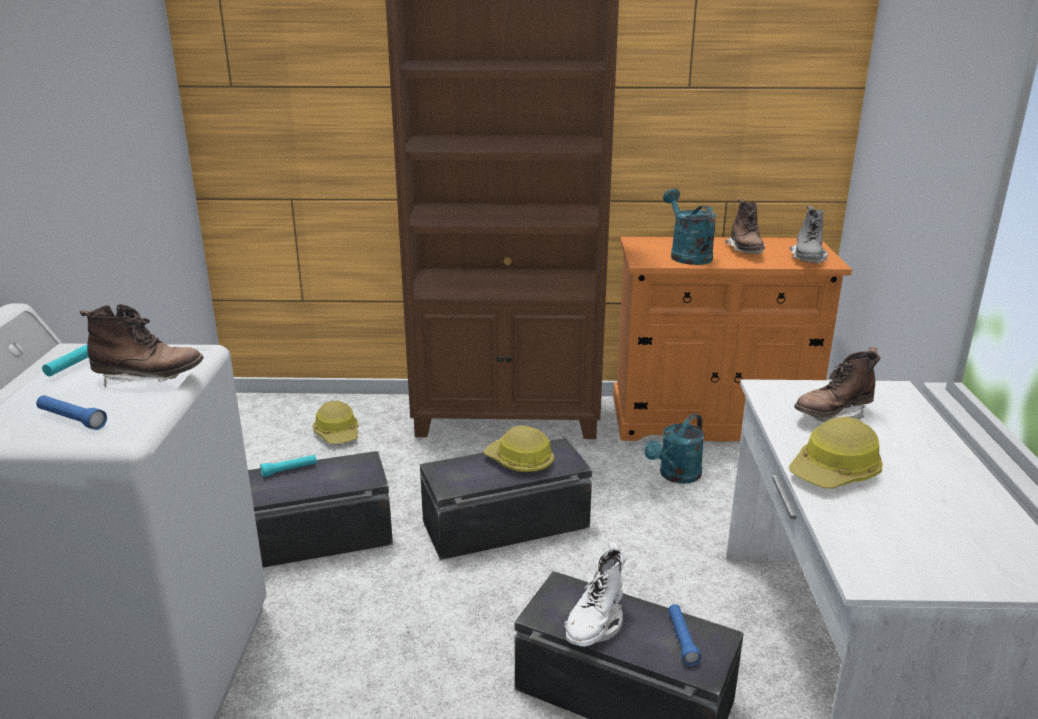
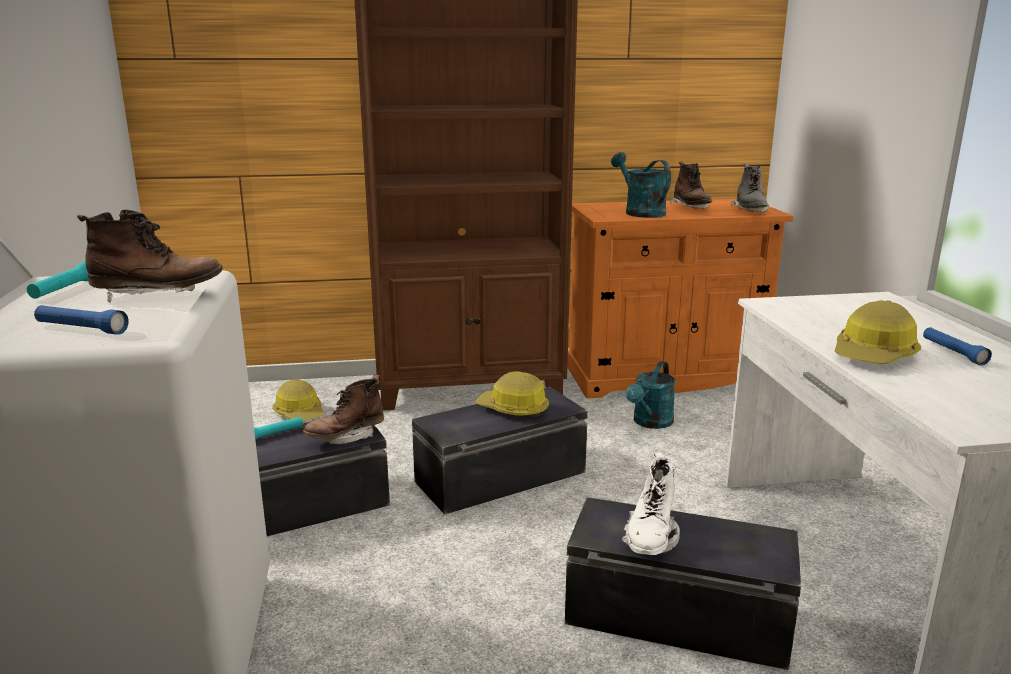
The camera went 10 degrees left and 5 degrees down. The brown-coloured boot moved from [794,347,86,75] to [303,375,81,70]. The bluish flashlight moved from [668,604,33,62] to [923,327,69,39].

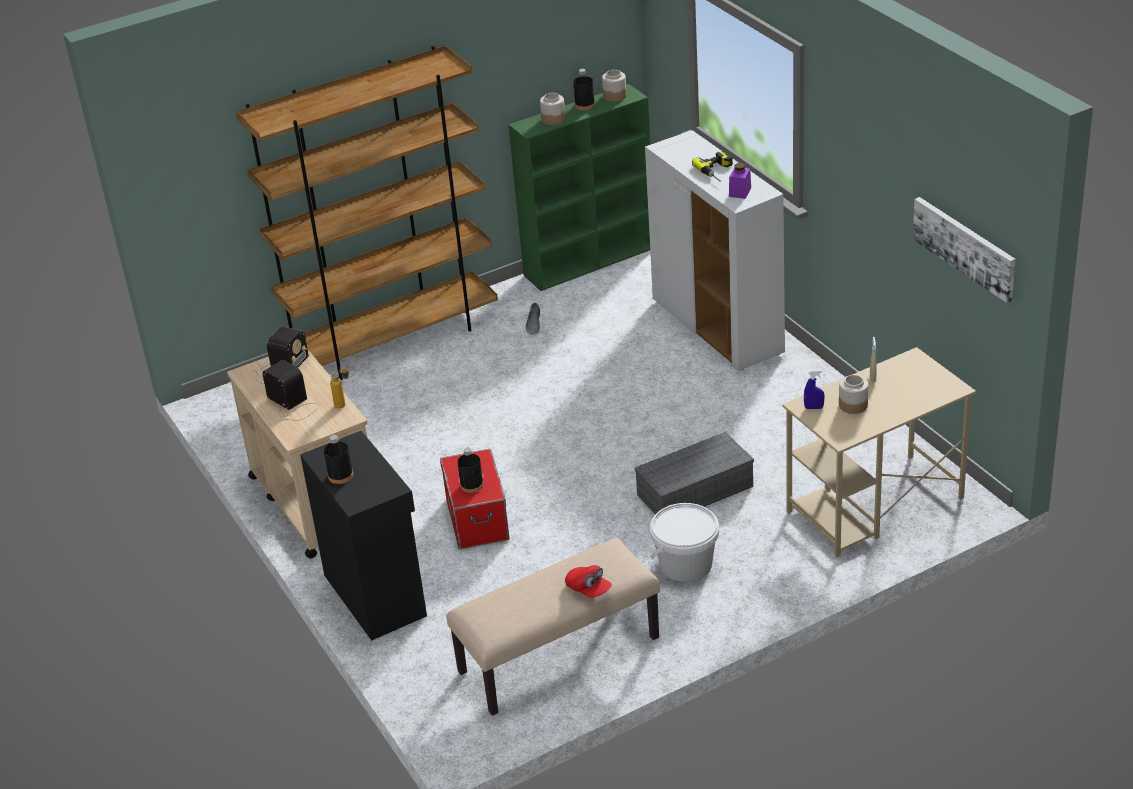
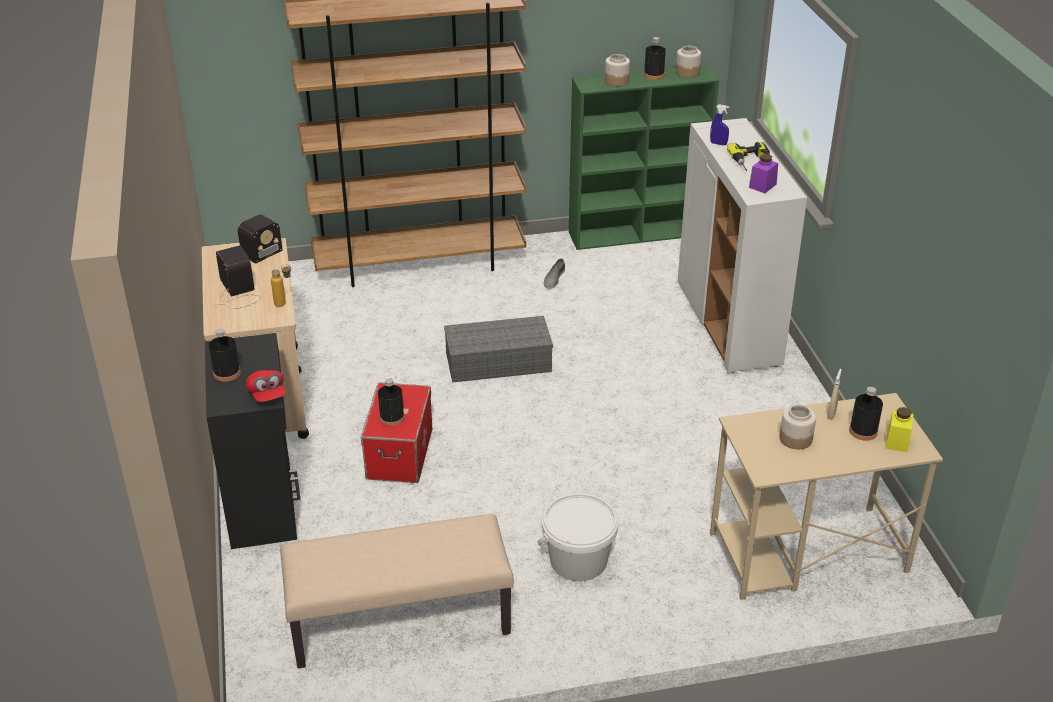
The camera went 15 degrees right and 0 degrees up. The red cap moved from [565,565,47,33] to [246,370,40,32]. The grey storage box moved from [635,432,119,83] to [444,316,109,67]. The bluish hand sprayer moved from [804,370,21,39] to [710,104,19,41]. The black-coloured beverage bottle at [849,387,34,54] appeared. The yellow storage jar at [885,407,29,46] appeared. The wall art at [913,197,103,106] disappeared.

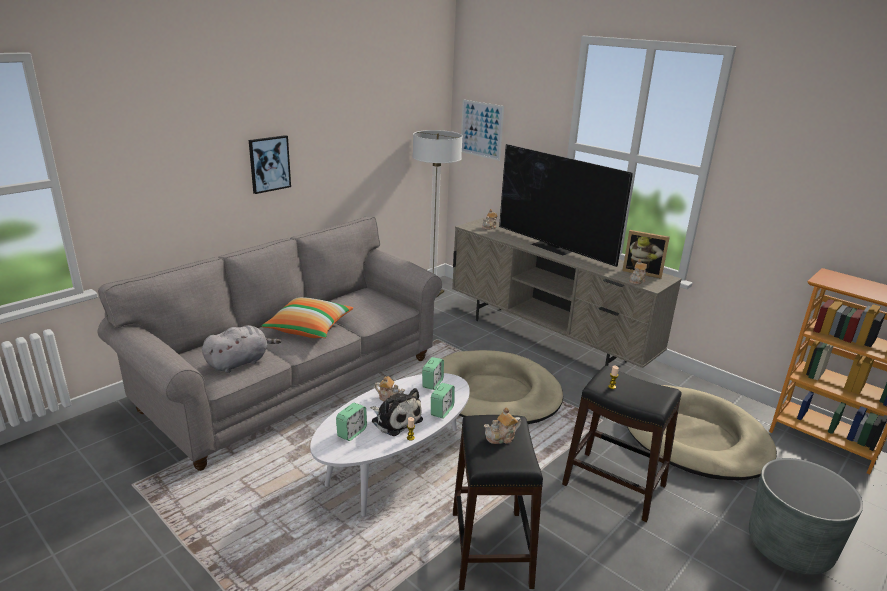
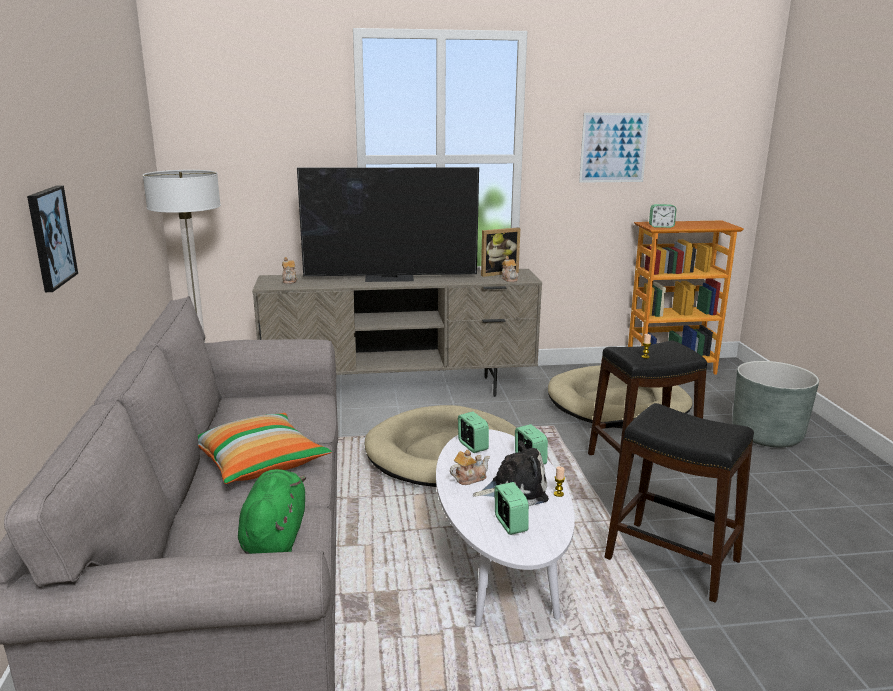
The camera went 50 degrees left and 5 degrees down. The grey cuddly toy at [202,325,79,48] became the green-coloured cuddly toy at [238,469,68,85]. The wall art moved from [461,99,43,62] to [579,113,71,70]. The alarm clock at [649,204,28,24] appeared. The teapot at [484,407,37,37] disappeared.

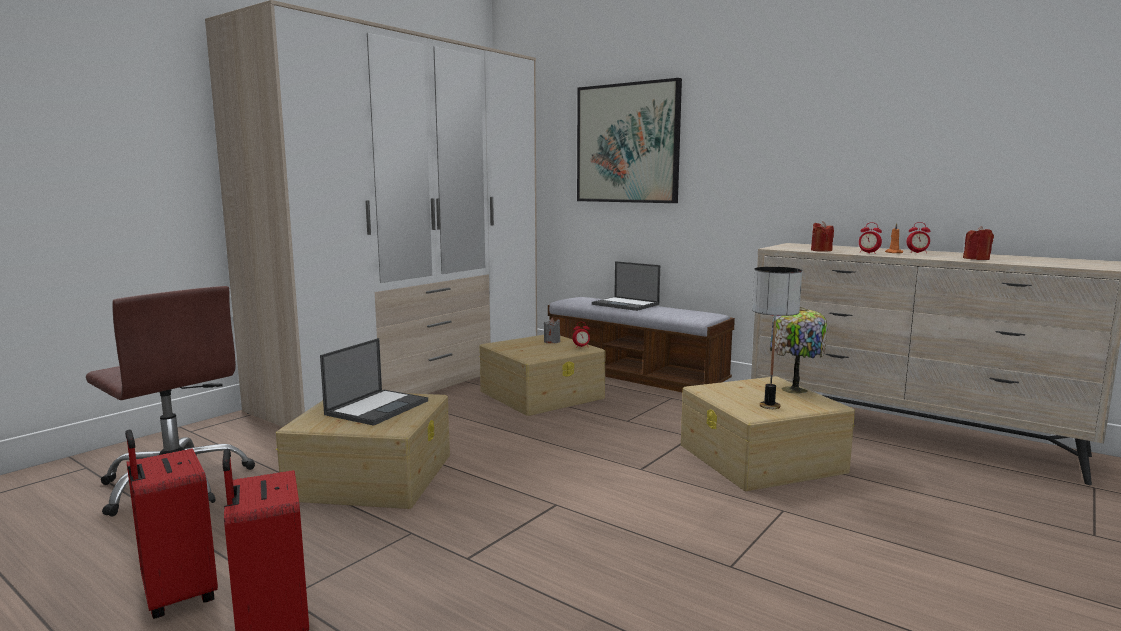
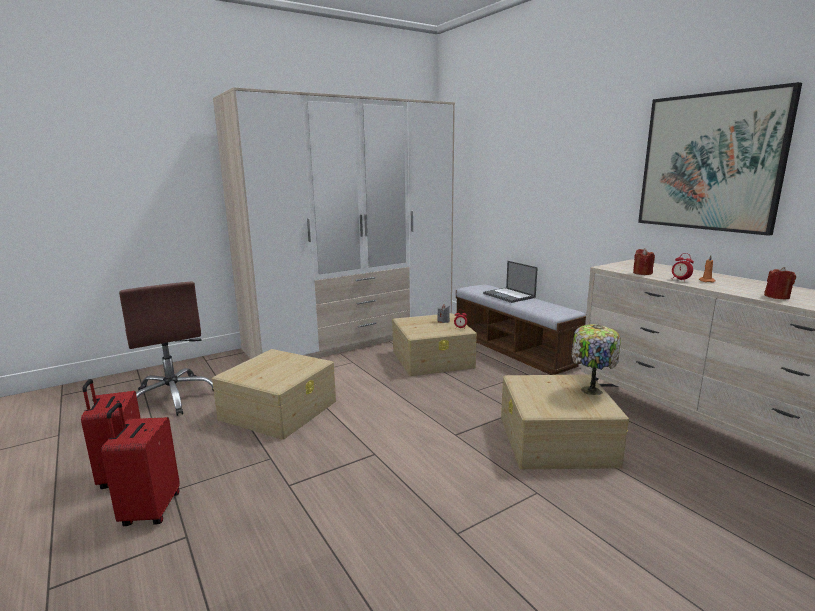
The camera went 20 degrees right and 5 degrees up. The wall art moved from [577,78,105,125] to [638,82,164,154]. The portable computer at [320,338,108,88] disappeared. The tabletop lamp at [752,267,50,142] disappeared. The alarm clock at [907,222,23,31] disappeared.

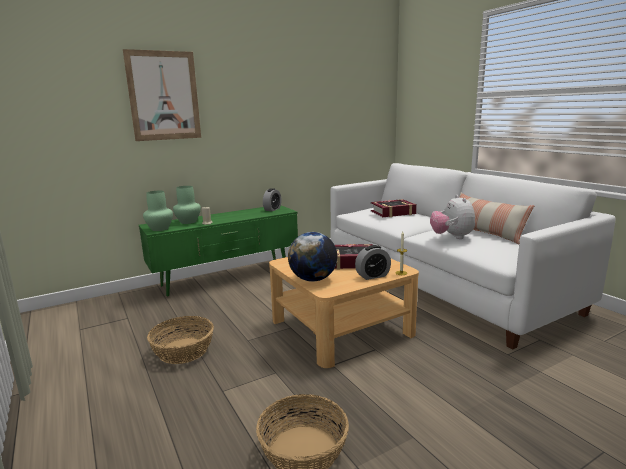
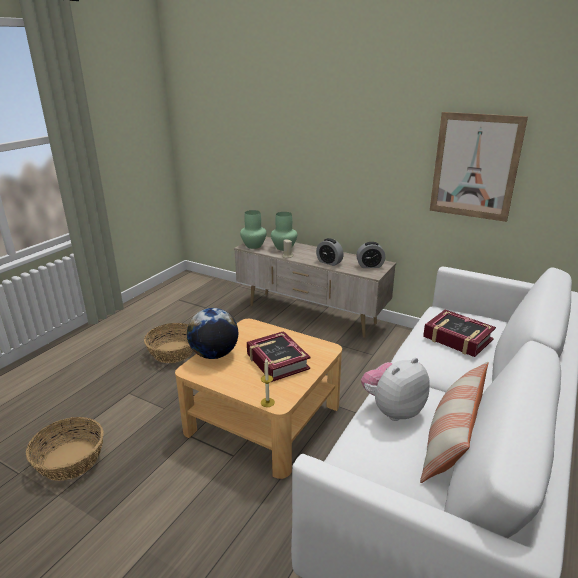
The camera went 60 degrees right and 10 degrees up. The green-coloured media console at [139,205,159,92] became the sand-coloured media console at [234,237,162,101]. The alarm clock moved from [355,245,36,35] to [316,238,28,28]. The wall art moved from [123,49,78,92] to [430,112,98,110].

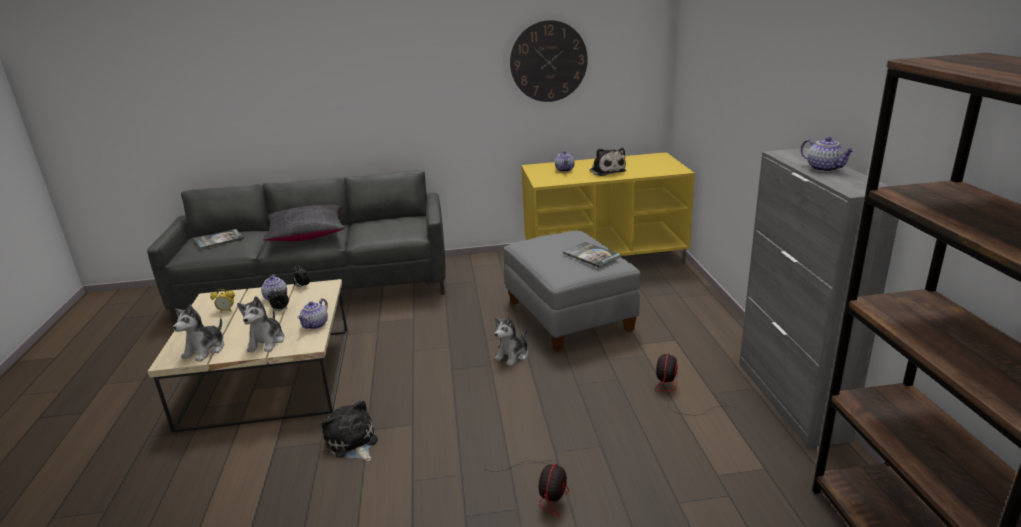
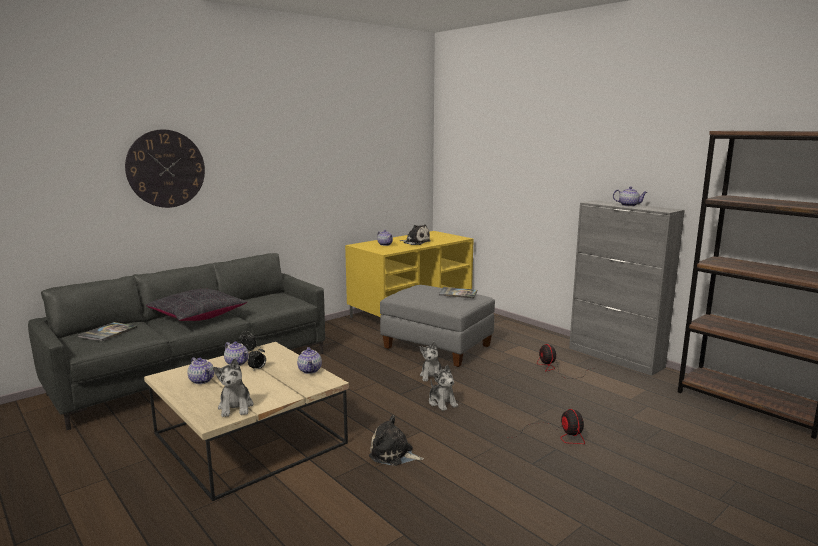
The camera went 35 degrees left and 10 degrees down. The hanging clock moved from [510,20,78,82] to [125,130,80,78]. The alarm clock at [210,289,25,23] was replaced by the teapot at [187,357,27,27]. The cuddly toy moved from [237,296,48,56] to [429,365,29,46].

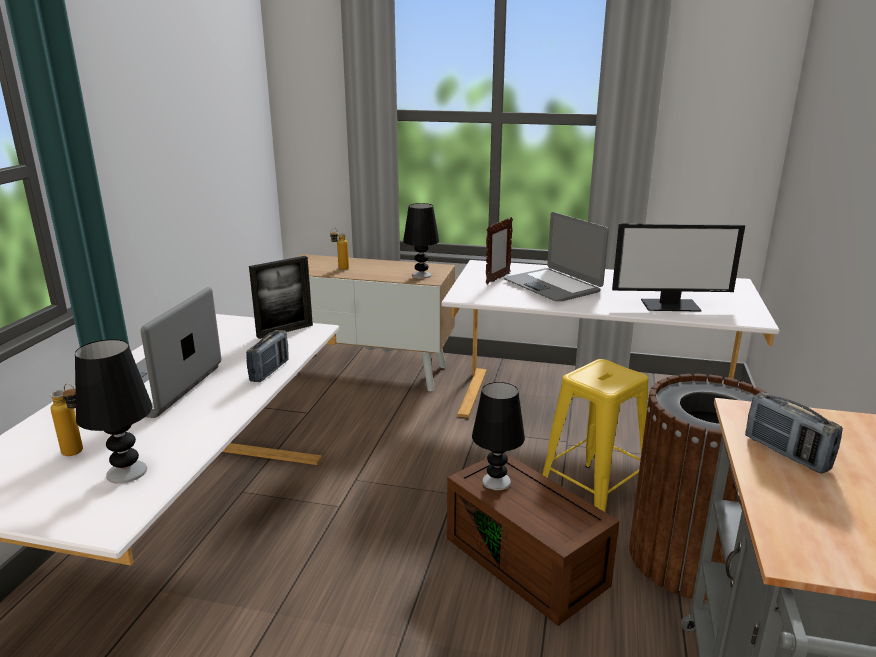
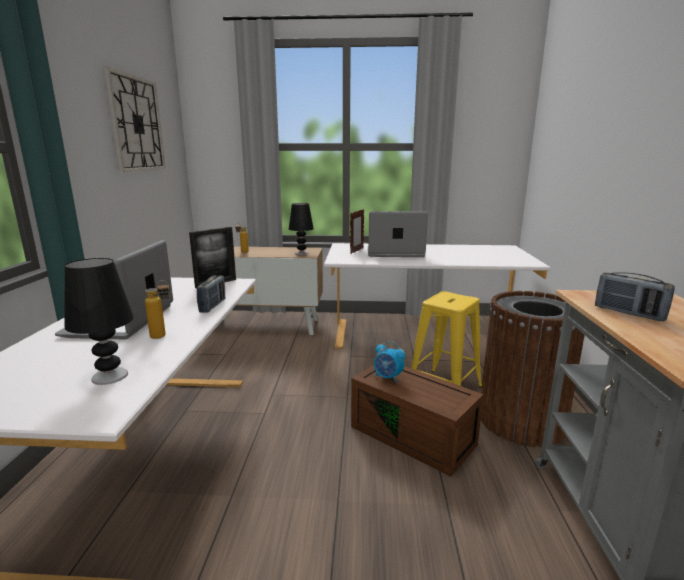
The camera went 10 degrees left and 5 degrees down. The hanging clock at [104,67,62,105] appeared. The beverage bottle moved from [50,383,33,73] to [145,280,24,59]. The portable computer at [504,212,105,89] turned 135 degrees clockwise. The black-coloured tabletop lamp at [472,382,53,108] was replaced by the alarm clock at [374,341,32,42]. The computer display at [612,223,133,89] disappeared.

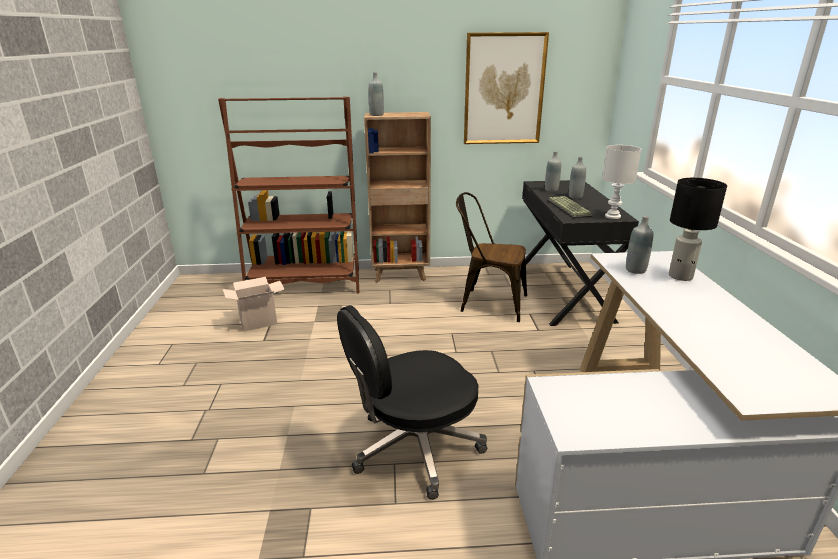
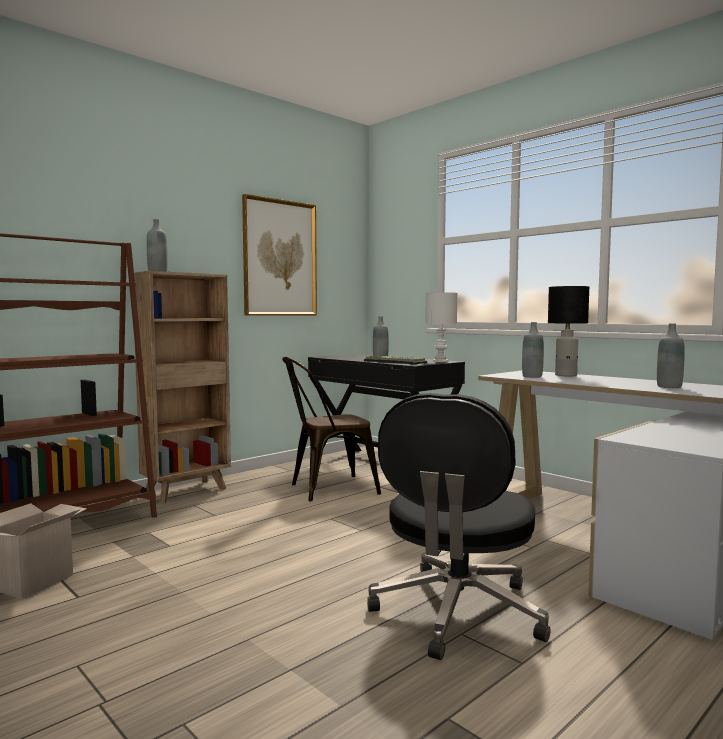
The camera went 40 degrees left and 20 degrees down. The grey beverage bottle moved from [545,151,16,41] to [657,323,28,65].

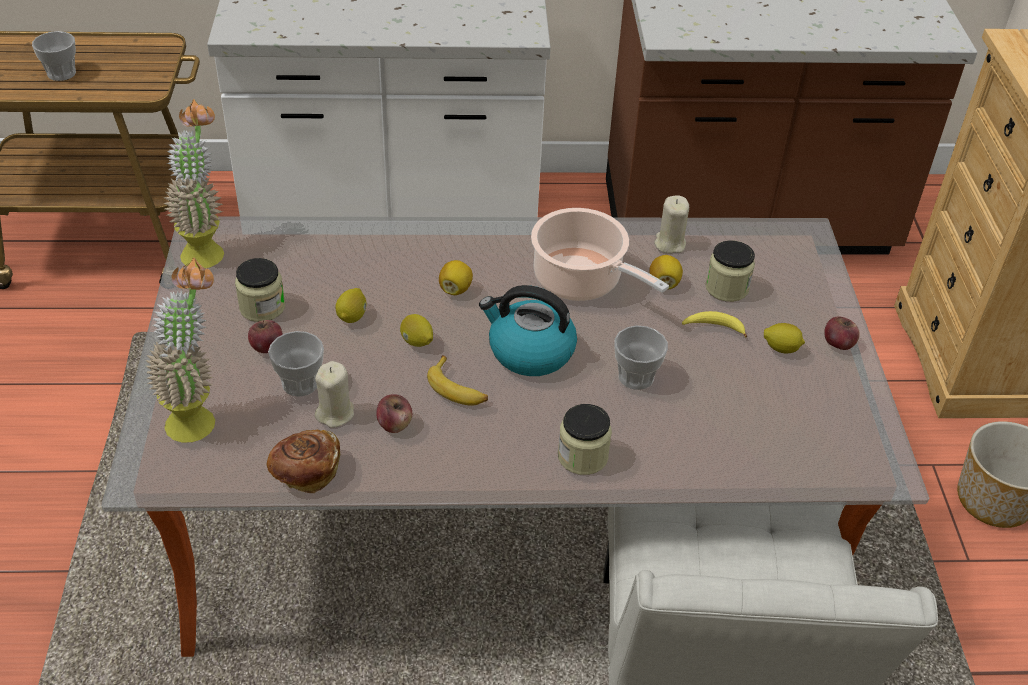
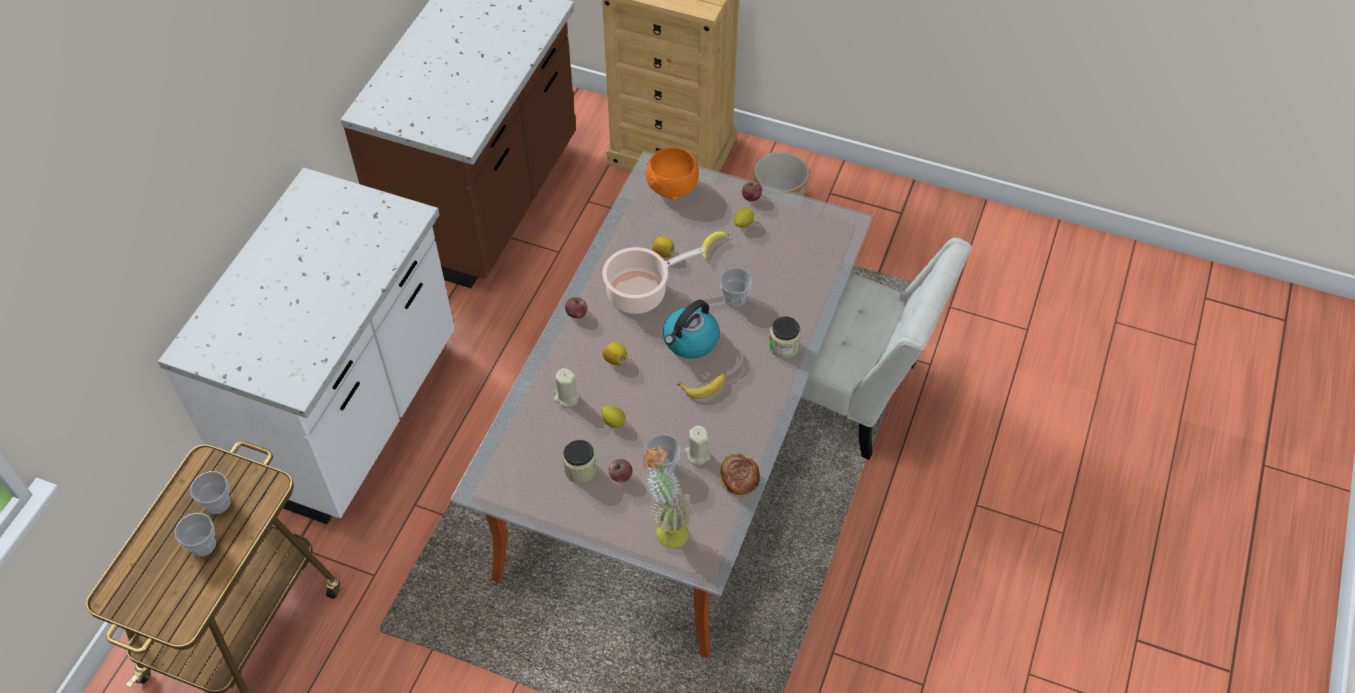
The camera went 65 degrees left and 10 degrees up. The small cup at [190,471,41,43] appeared. The sand-coloured wax candle moved from [654,195,35,59] to [554,368,26,39]. The whole apple moved from [376,394,36,39] to [565,297,23,22]. The orangey deep dish at [646,147,53,53] appeared. The houseplant at [163,99,61,170] disappeared. The whole lemon at [400,314,33,33] disappeared. The storage jar at [705,240,50,62] disappeared.

